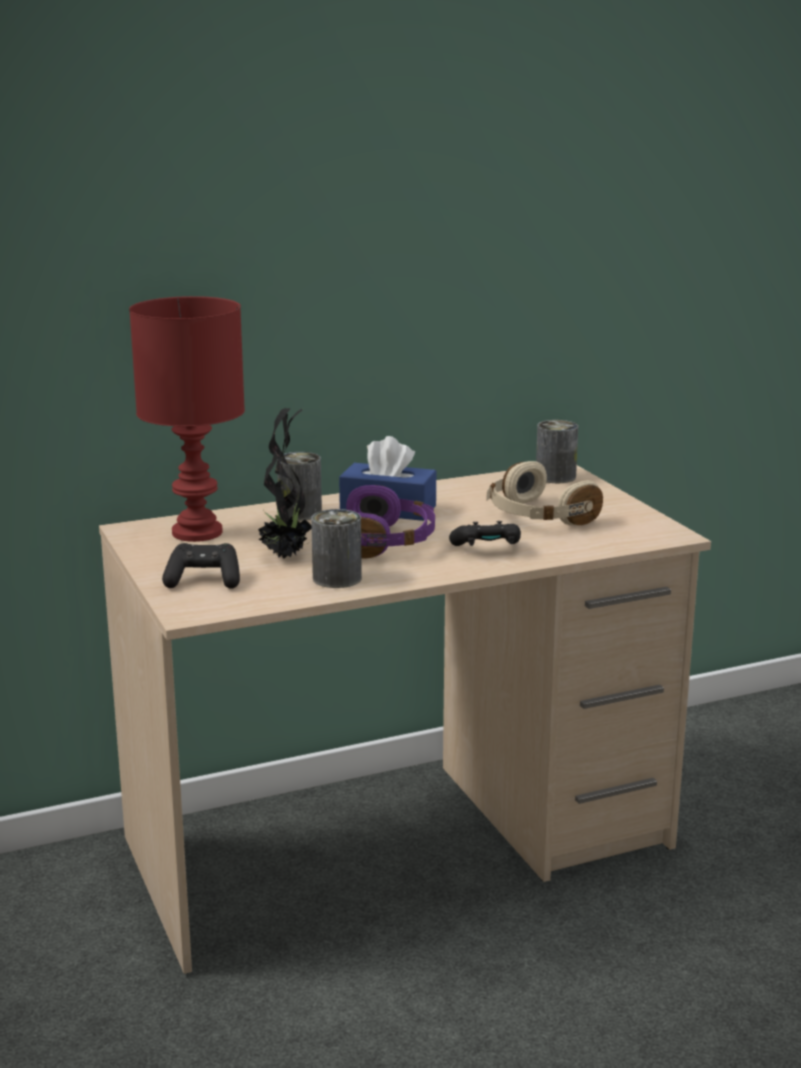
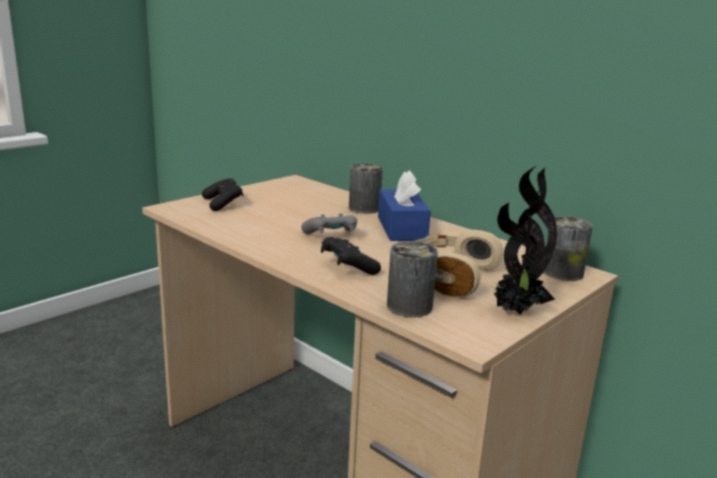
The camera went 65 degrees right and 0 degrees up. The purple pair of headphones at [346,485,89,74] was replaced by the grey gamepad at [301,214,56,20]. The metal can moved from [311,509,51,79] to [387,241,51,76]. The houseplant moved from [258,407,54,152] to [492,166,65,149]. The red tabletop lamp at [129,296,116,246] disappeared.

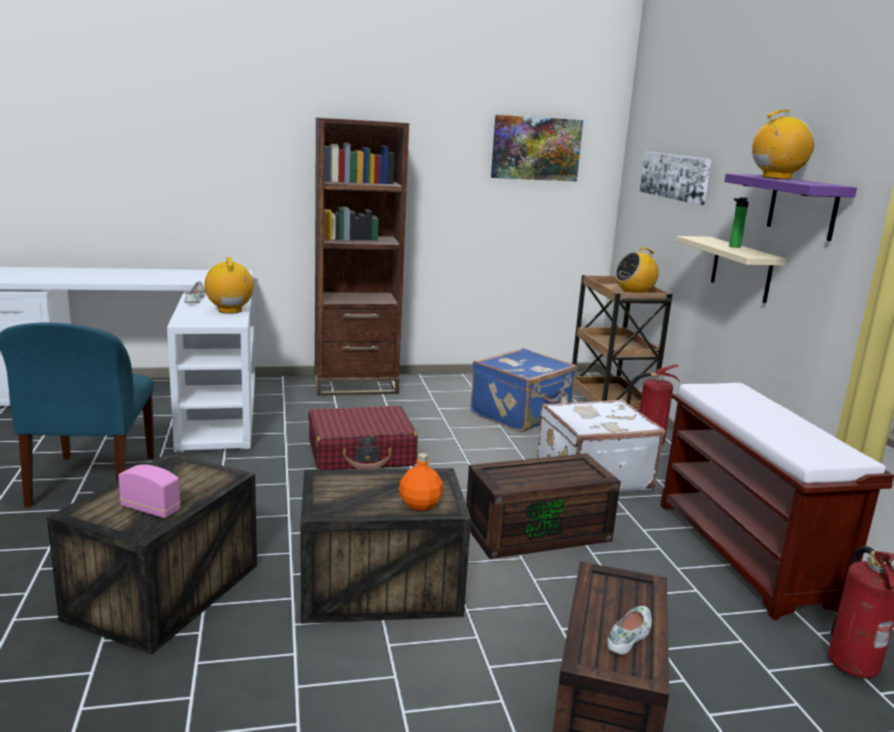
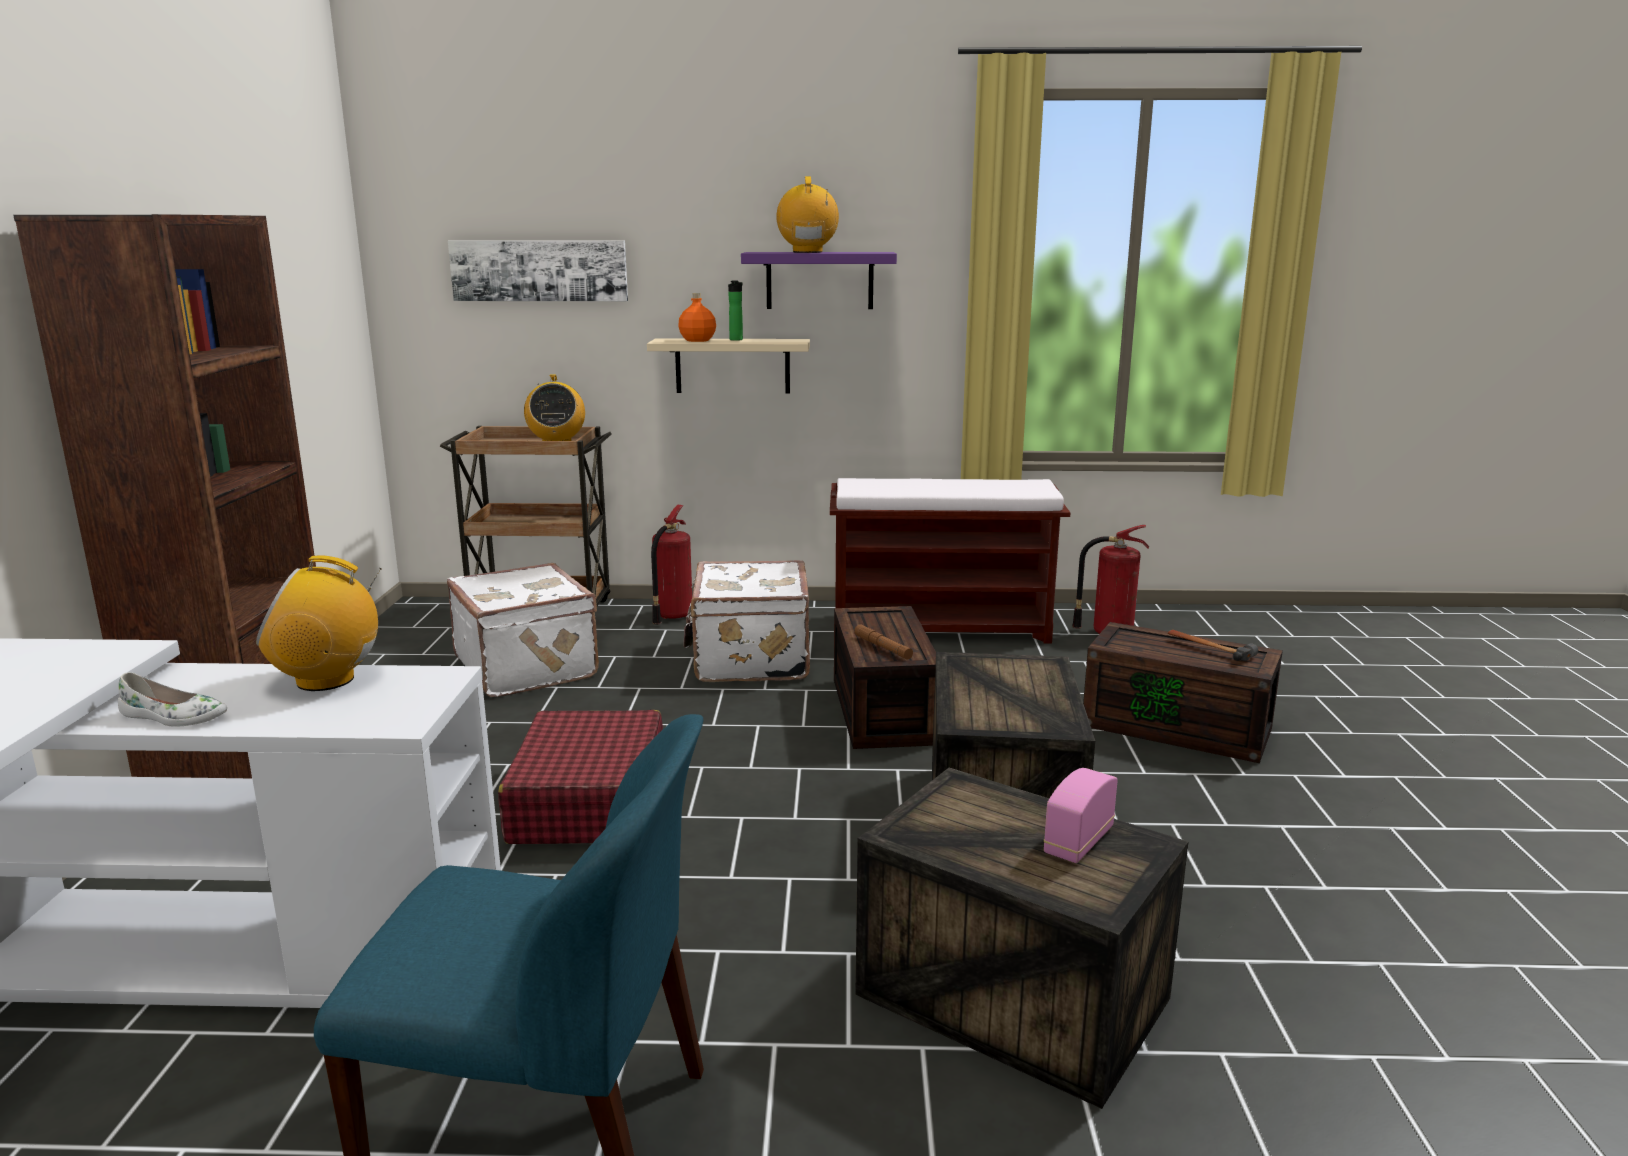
The camera went 75 degrees left and 0 degrees up. The bluish piece of luggage at [470,348,107,84] became the whitish piece of luggage at [447,563,152,134]. The orangey beverage bottle moved from [399,453,44,58] to [678,293,38,49]. The brown-coloured flashlight at [854,625,59,35] appeared. The whitish item of footwear at [607,606,45,49] was replaced by the hand hammer at [1168,630,90,31]. The wall art at [491,115,92,66] disappeared.

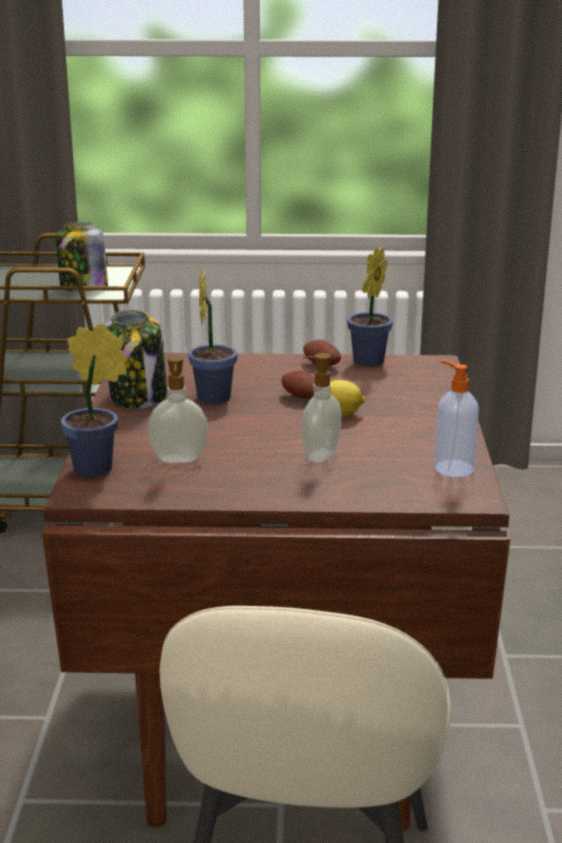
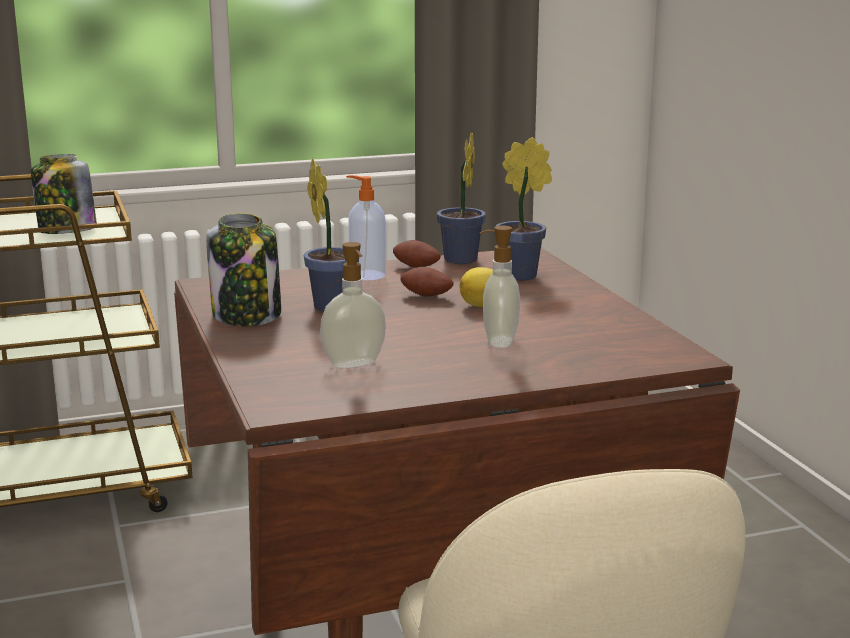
The camera went 20 degrees left and 5 degrees down. The soap dispenser moved from [435,360,44,117] to [346,175,40,106]. The houseplant moved from [61,323,67,154] to [496,137,56,144].

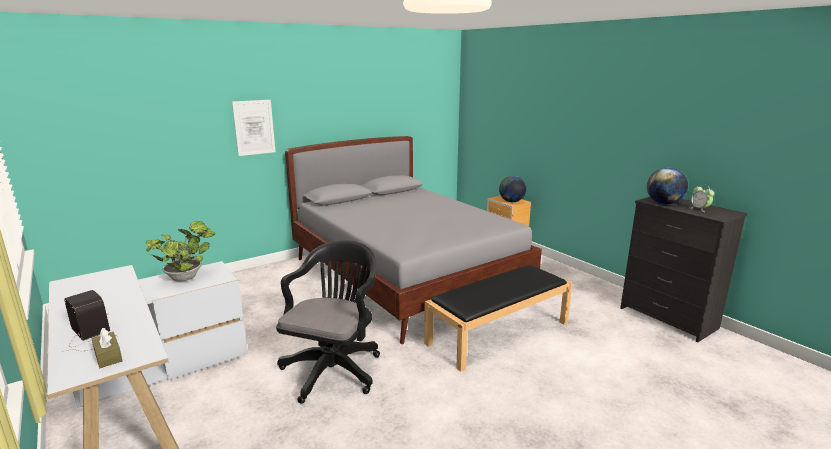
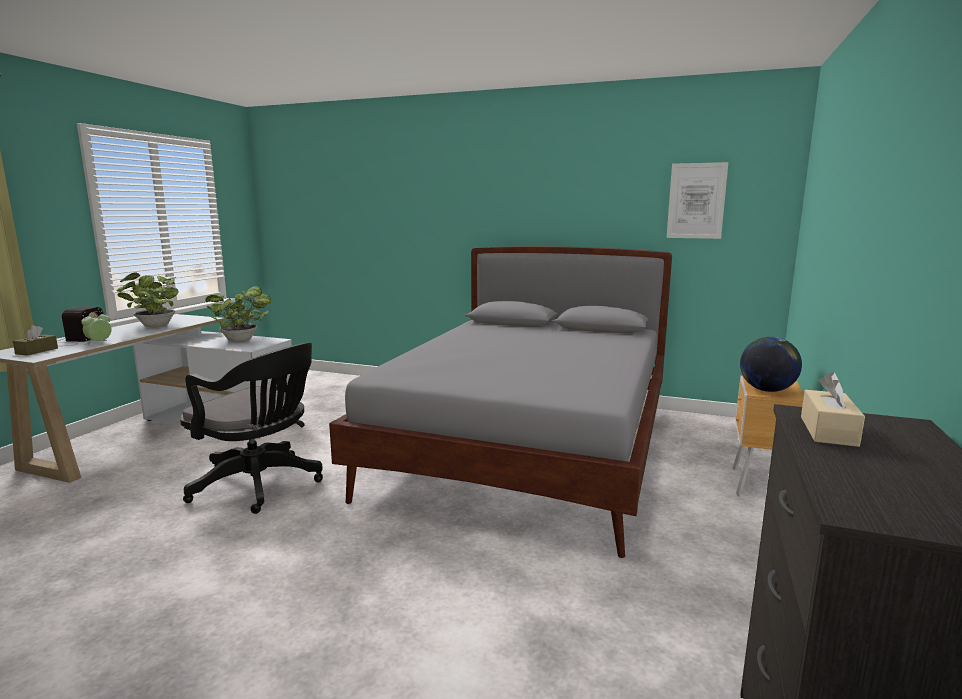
The camera went 55 degrees right and 5 degrees down. The alarm clock moved from [691,185,23,27] to [81,311,31,33]. The houseplant at [116,272,63,56] appeared. The black-coloured computer chair at [276,240,104,164] turned 45 degrees clockwise. The wall art moved from [232,100,44,56] to [667,162,62,77]. The world globe at [647,168,41,36] was replaced by the sand-coloured tissue holder at [801,372,64,75]. The black-coloured bench at [424,265,148,107] disappeared.

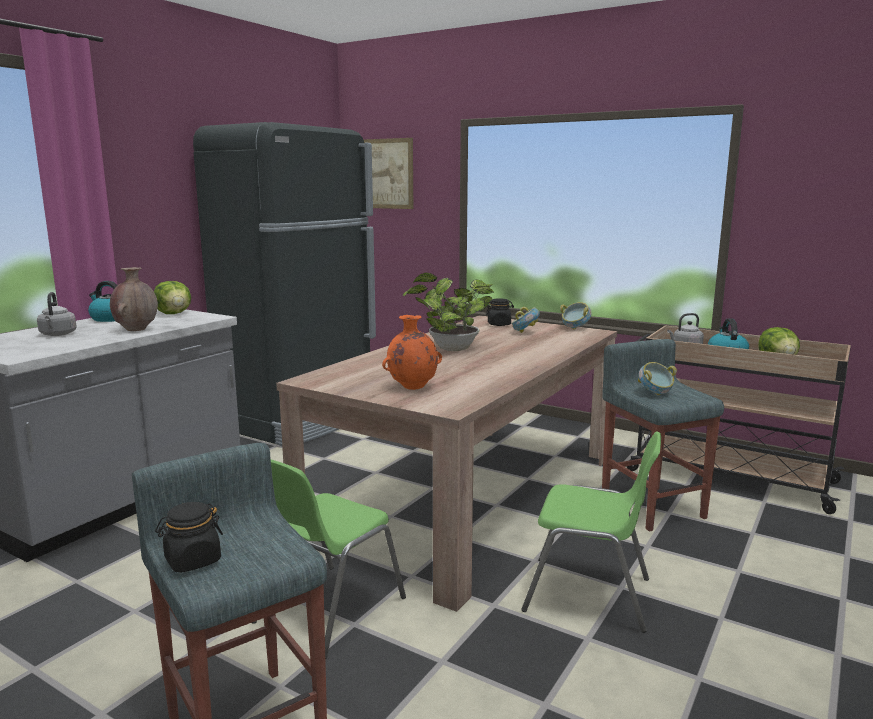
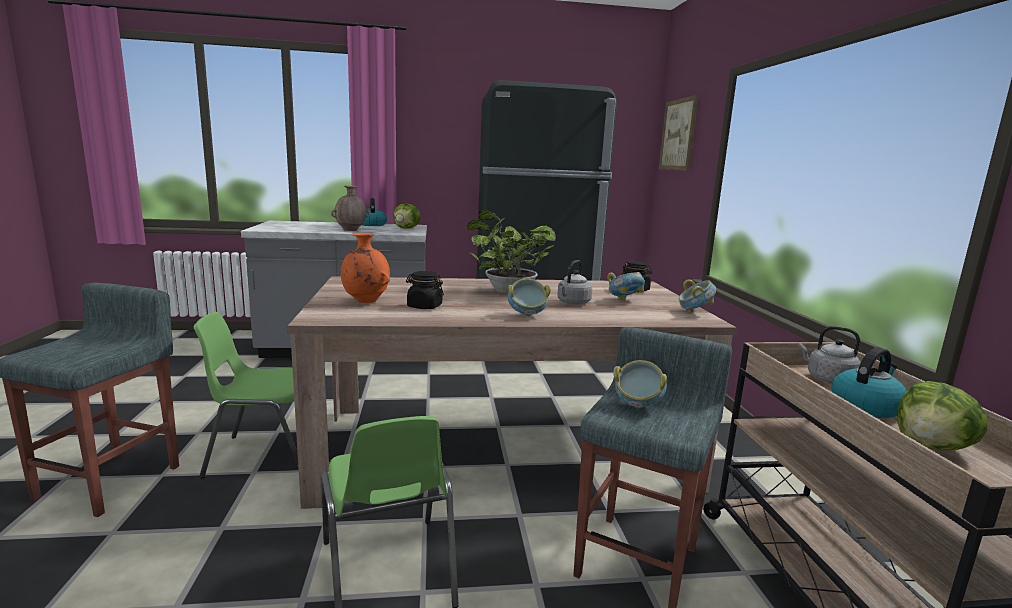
The camera went 50 degrees right and 0 degrees up. The black-coloured storage jar moved from [155,502,68,71] to [406,271,38,38]. The deep dish at [508,278,43,39] appeared. The grey kettle moved from [37,292,40,44] to [557,260,35,45].

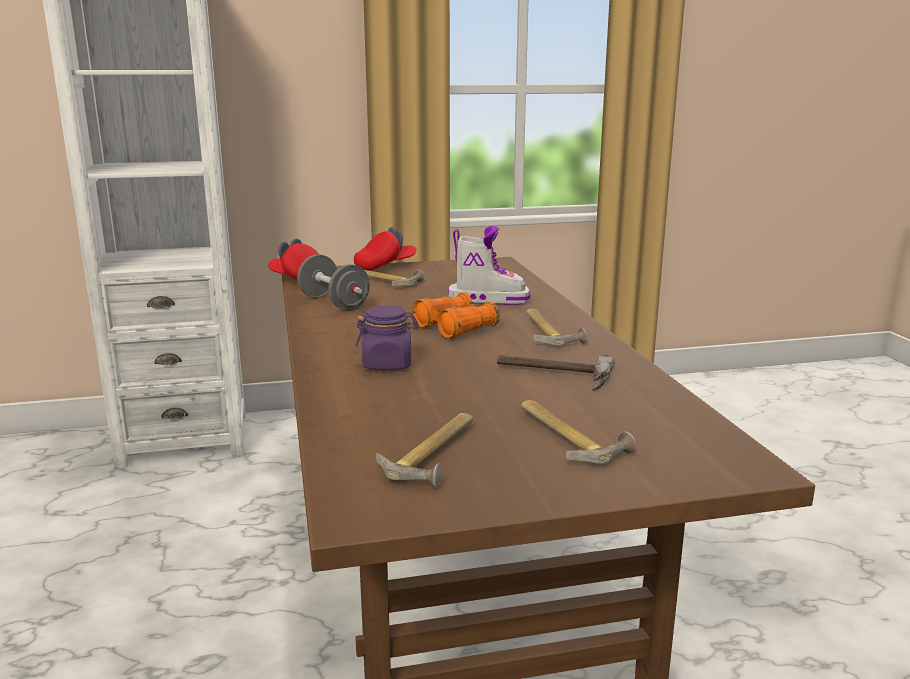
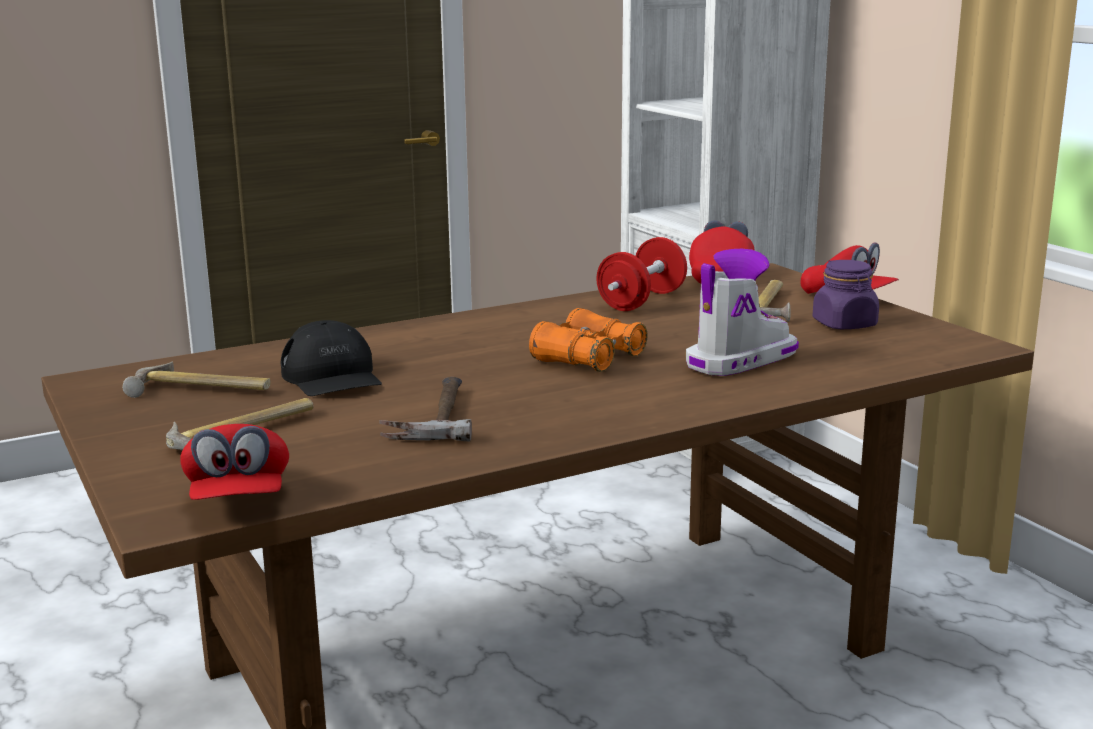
The camera went 75 degrees right and 0 degrees up. The red cap at [180,424,109,76] appeared. The black-coloured cap at [281,320,101,76] appeared. The grey dumbbell at [297,254,73,56] became the red dumbbell at [596,237,91,74]. The boot at [448,226,82,79] turned 120 degrees counterclockwise. The purple storage jar moved from [356,306,62,64] to [813,260,66,69]. The hand hammer at [526,309,61,37] disappeared.

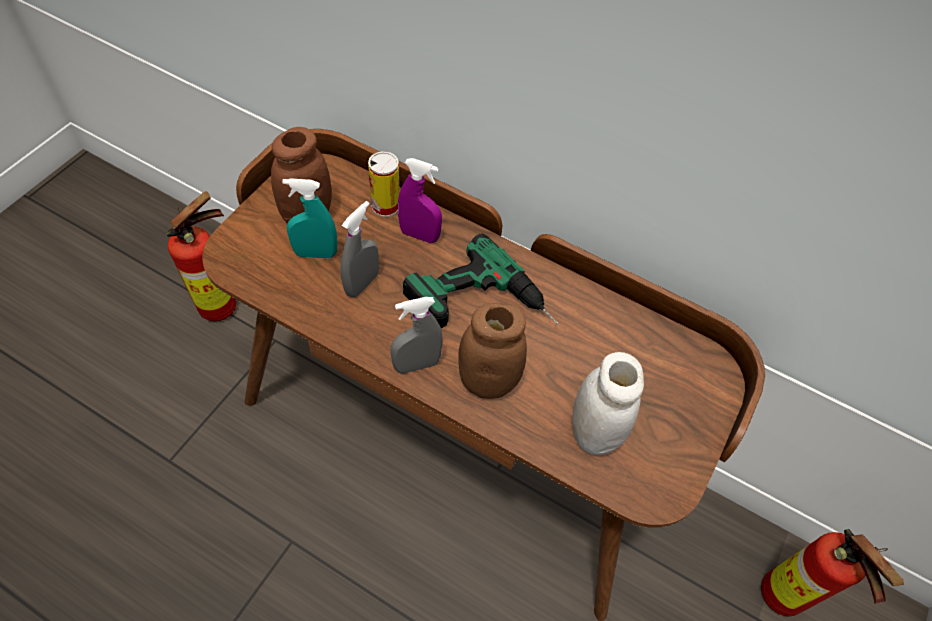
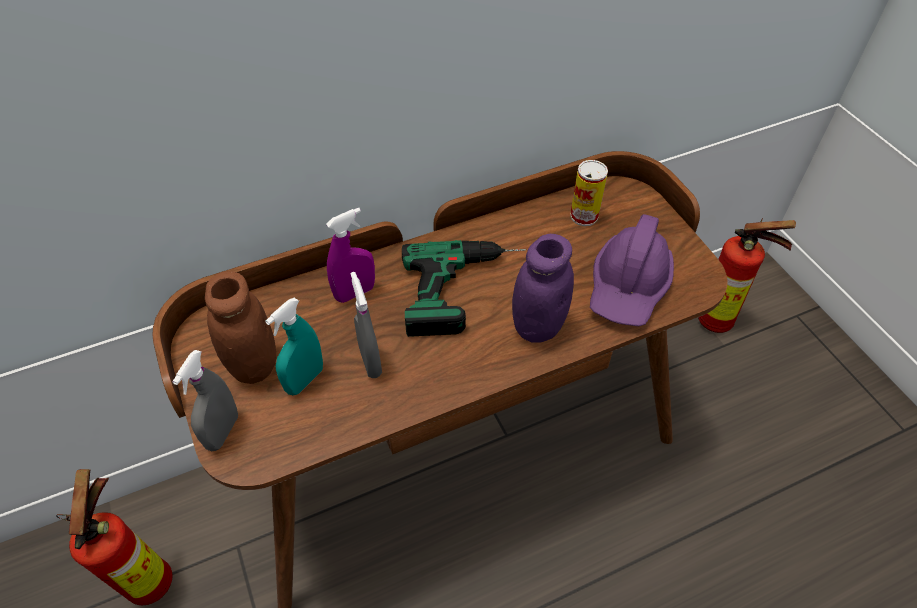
The camera went 50 degrees left and 5 degrees down. The grey hand sprayer moved from [390,297,53,77] to [172,350,66,101]. The brown-coloured storage jar at [458,303,69,96] became the purple storage jar at [512,234,62,109]. The metal can moved from [368,151,32,66] to [570,160,38,66]. The whitish storage jar at [573,352,71,103] was replaced by the purple safety helmet at [590,214,84,112].

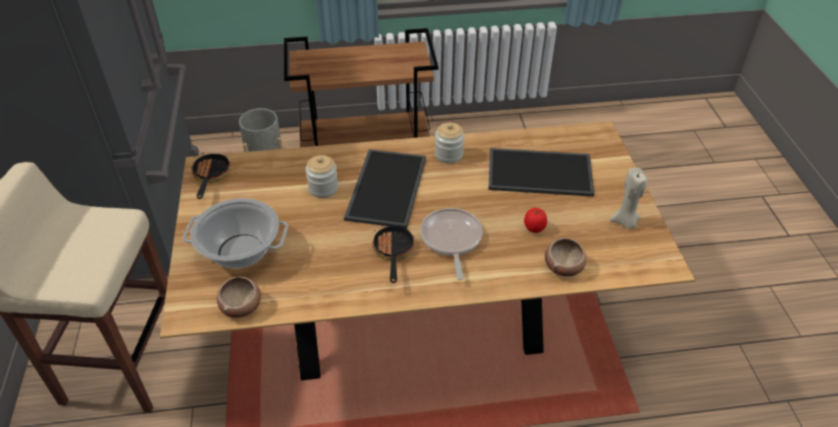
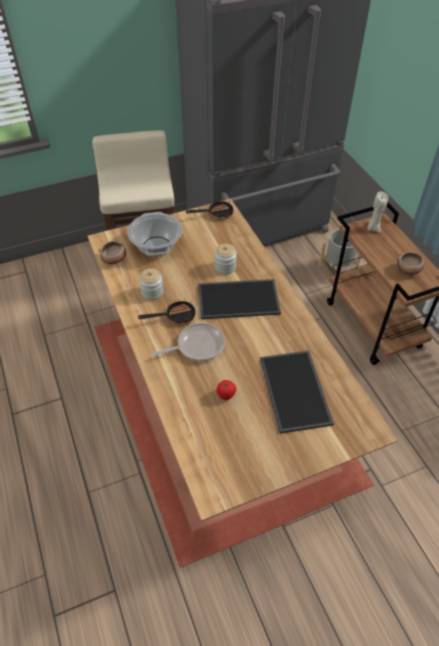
The camera went 75 degrees right and 5 degrees up. The storage jar moved from [435,122,29,42] to [139,268,24,32]. The sand-coloured wax candle moved from [610,168,37,61] to [367,192,21,40]. The deep dish moved from [545,238,41,39] to [397,252,27,23].

